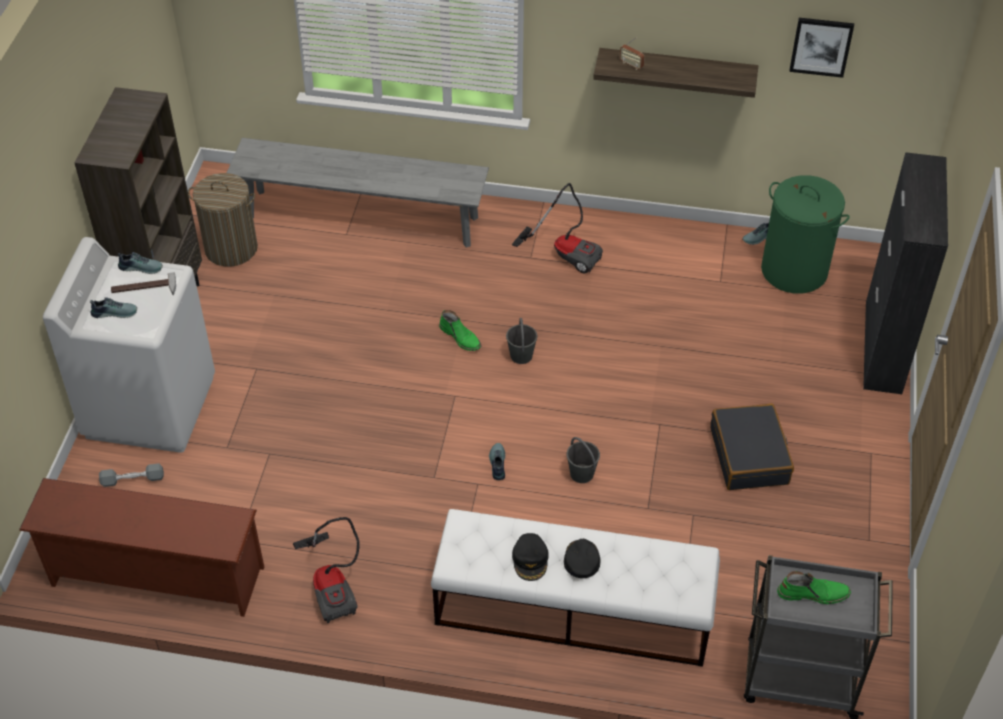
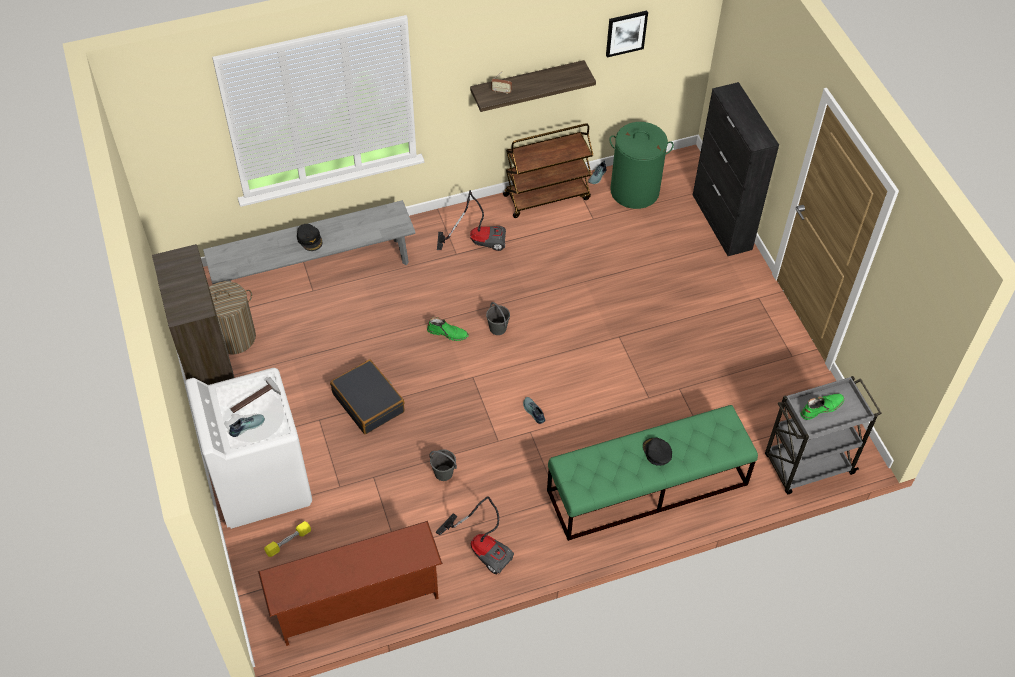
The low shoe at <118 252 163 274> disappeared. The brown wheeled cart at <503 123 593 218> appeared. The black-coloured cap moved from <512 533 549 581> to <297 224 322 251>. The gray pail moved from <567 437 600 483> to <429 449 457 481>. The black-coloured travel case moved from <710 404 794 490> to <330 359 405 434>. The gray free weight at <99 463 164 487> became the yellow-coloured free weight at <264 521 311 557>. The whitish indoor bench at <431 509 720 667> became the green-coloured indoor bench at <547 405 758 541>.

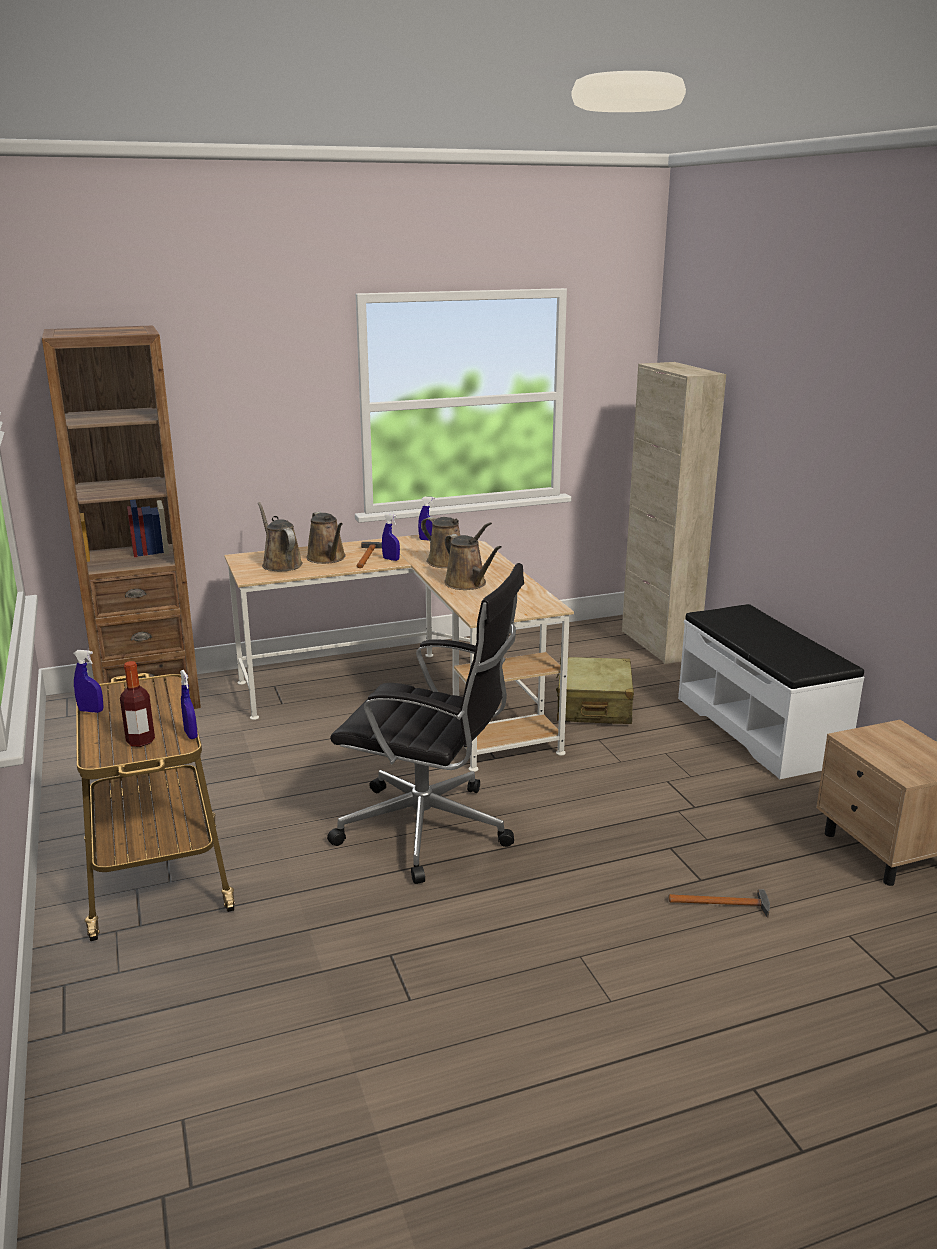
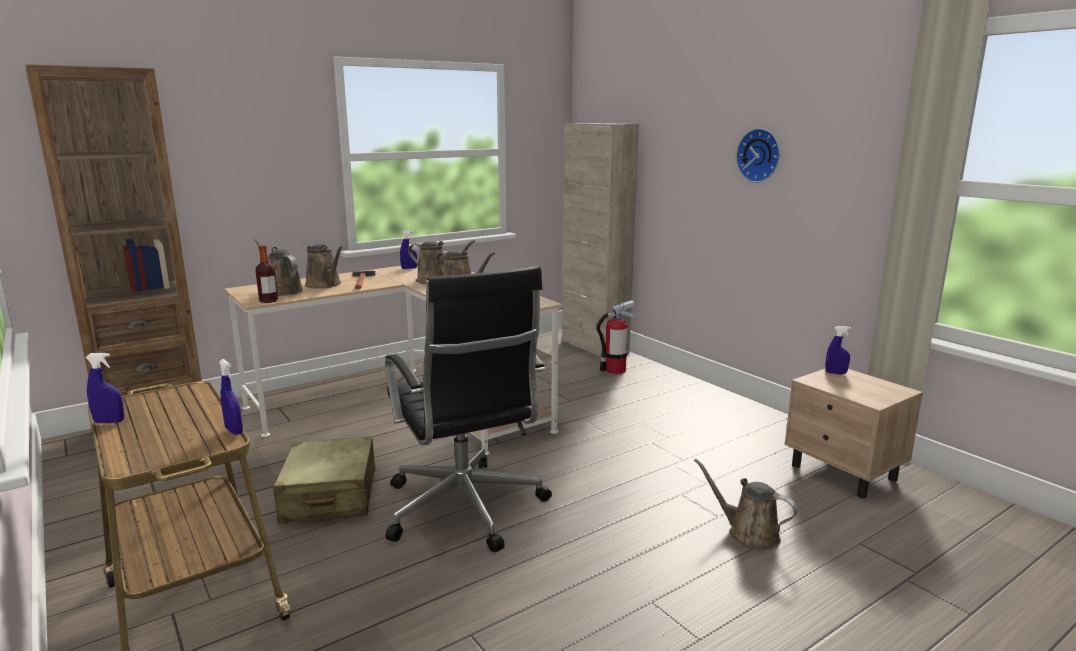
The whitish indoor bench at <678 604 864 779> disappeared. The fire extinguisher at <596 300 637 374> appeared. The hanging clock at <736 128 780 183> appeared. The drink bottle moved from <120 661 155 747> to <255 245 278 303>. The bluish sprayer moved from <382 514 400 561> to <825 326 851 375>. The beige travel case moved from <556 657 634 724> to <273 436 376 524>. The hammer at <669 889 770 918> was replaced by the brown sprinkling can at <694 458 798 550>. The black-coloured office chair at <327 563 524 884> turned 60 degrees clockwise.

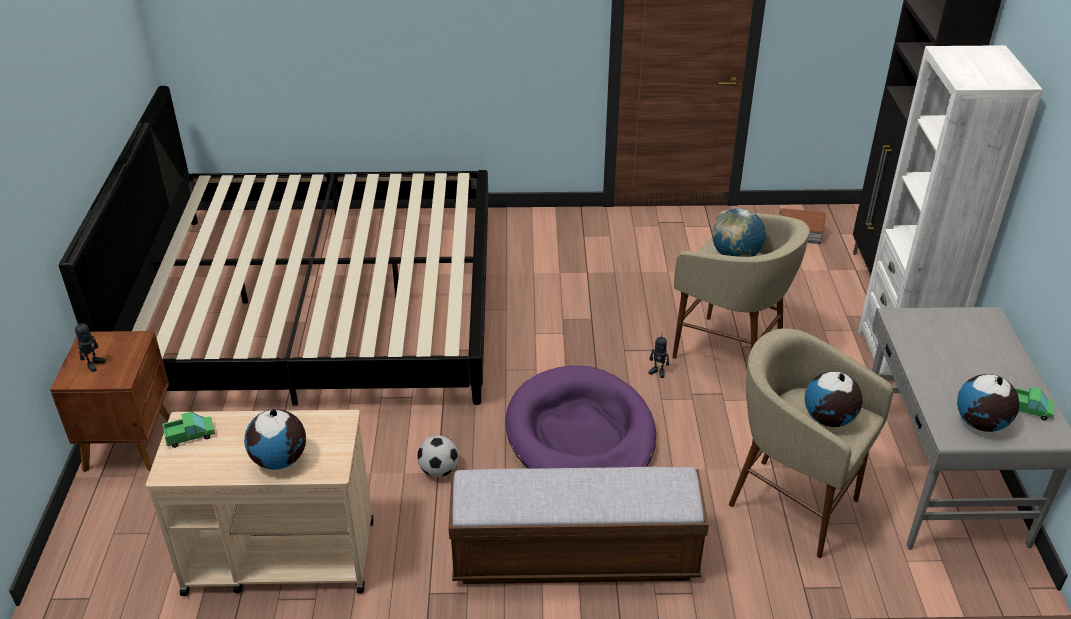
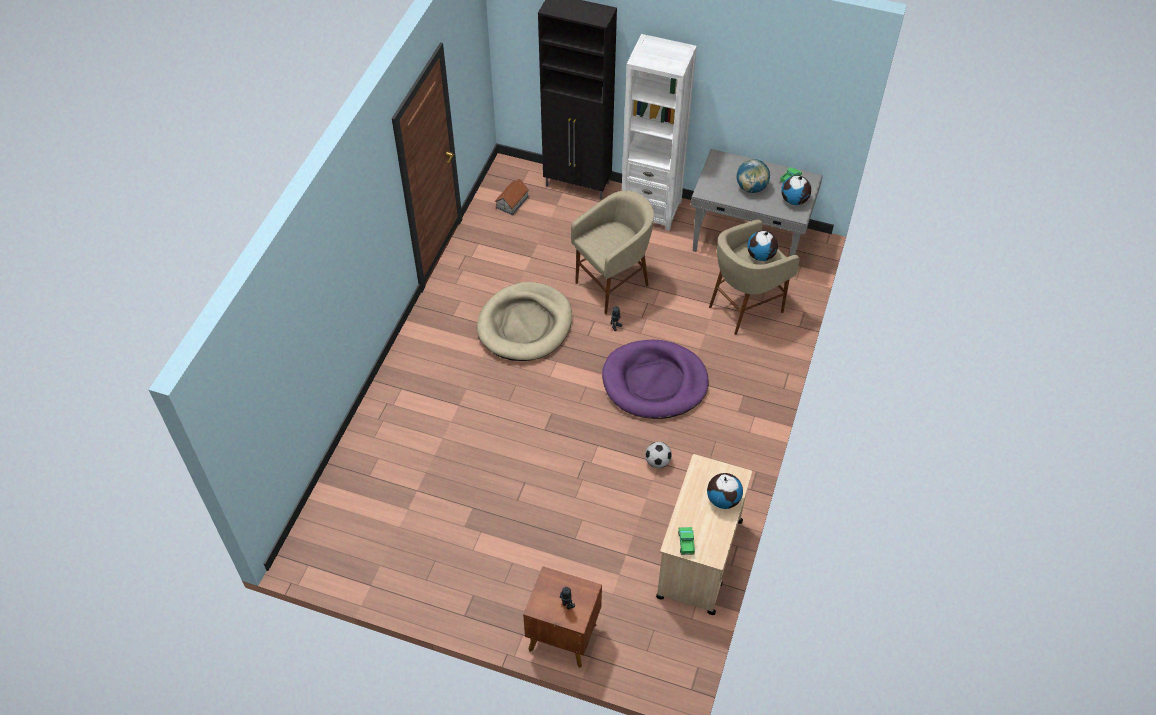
The bed at <59 86 488 406> disappeared. The indoor bench at <449 467 709 584> disappeared. The beige dog cushion at <477 282 572 361> appeared. The globe moved from <712 208 766 257> to <737 159 770 193>.

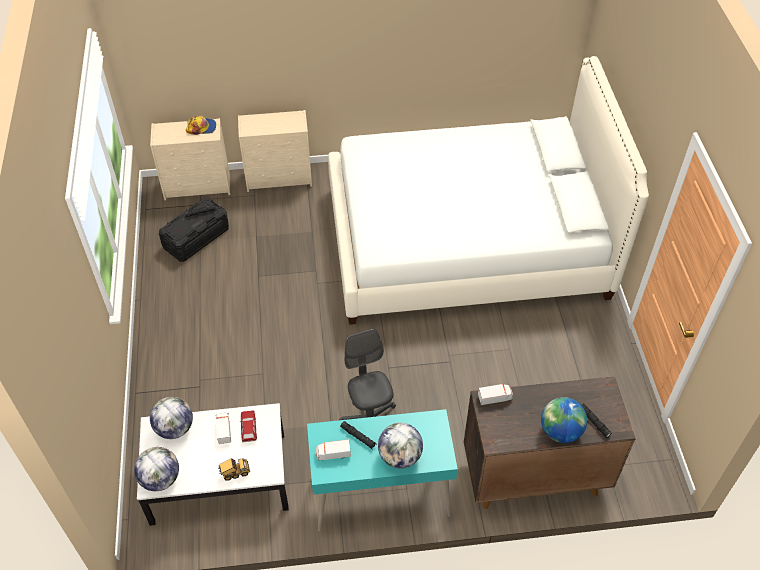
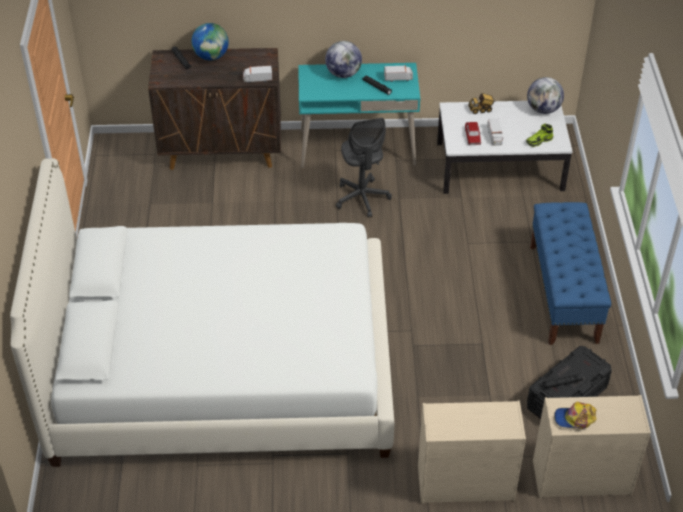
The bluish indoor bench at <530 202 611 345> appeared. The globe at <150 397 193 439> was replaced by the low shoe at <526 124 553 147>.

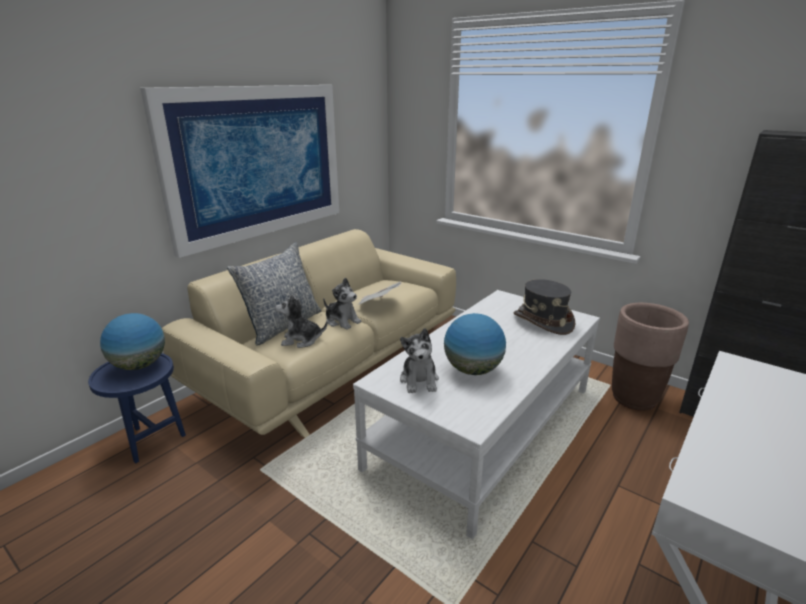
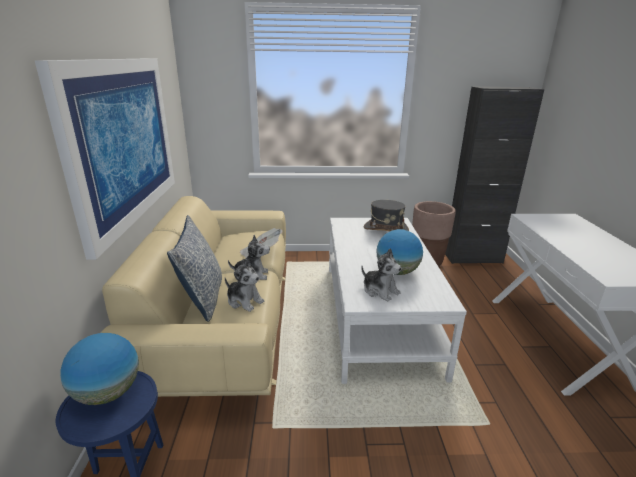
The cuddly toy at <275 293 327 348> turned 105 degrees counterclockwise.

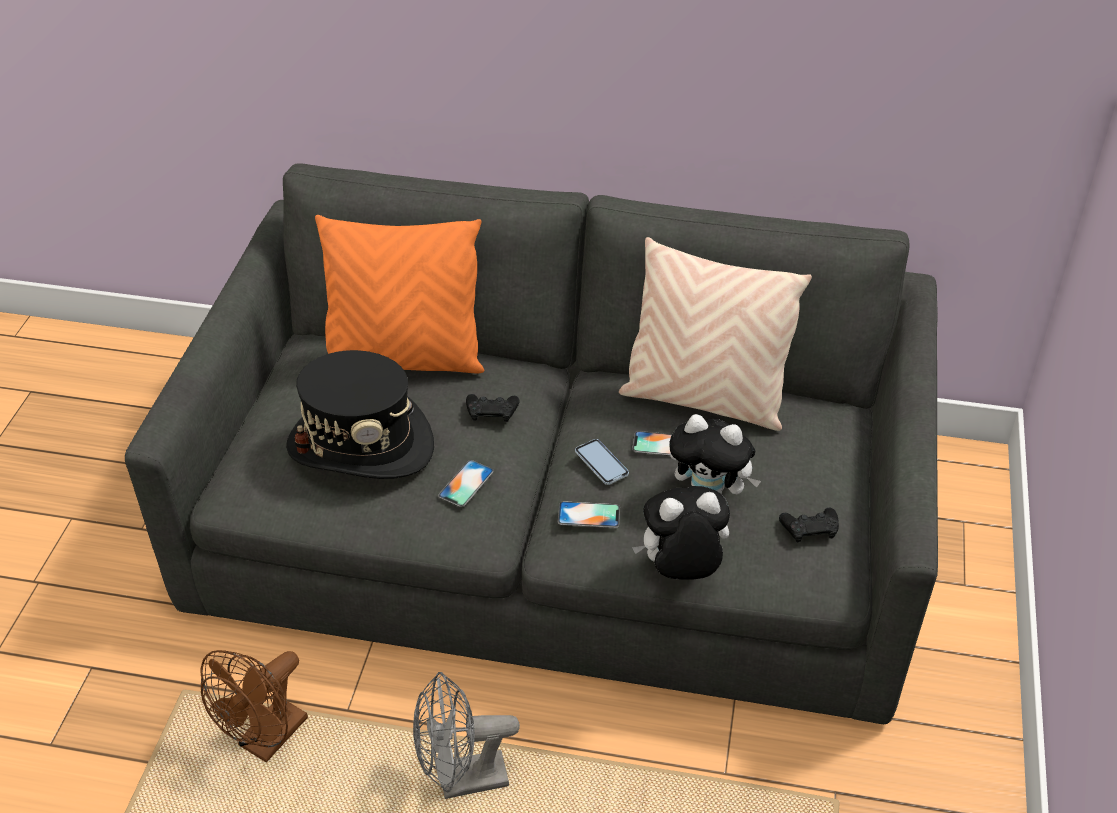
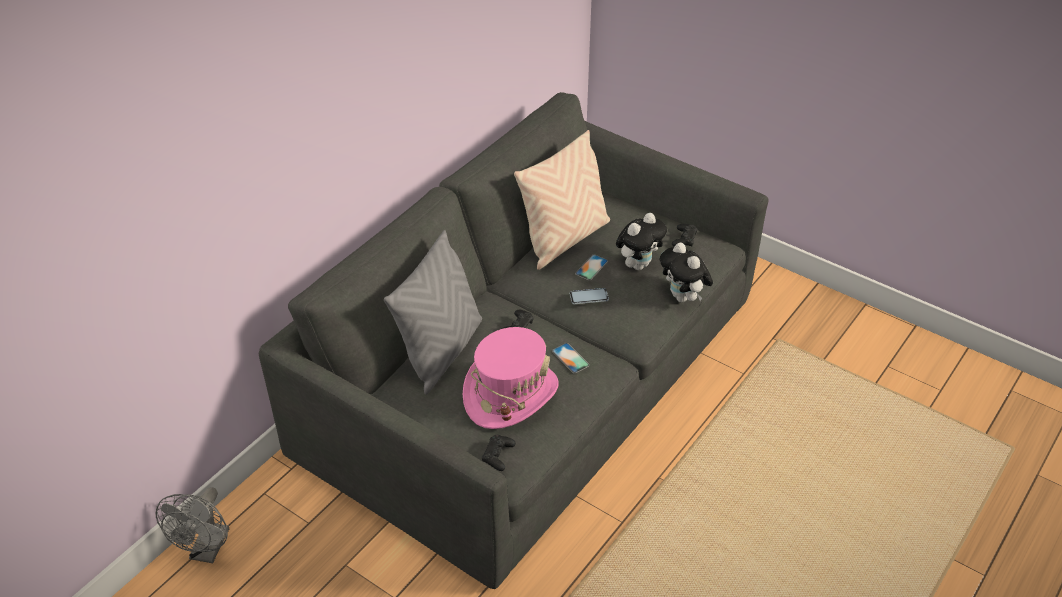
The brown electric fan at <201 650 308 763> disappeared. The phone at <558 501 620 528> disappeared. The black-coloured game controller at <482 435 516 471> appeared. The gray electric fan moved from <413 672 520 799> to <156 487 229 563>. The black-coloured wearable hat at <286 350 434 479> became the pinkish wearable hat at <463 327 559 429>. The orange throw pillow at <315 215 484 373> became the gray throw pillow at <384 230 482 395>. The cuddly toy at <632 486 730 580> turned 45 degrees counterclockwise.

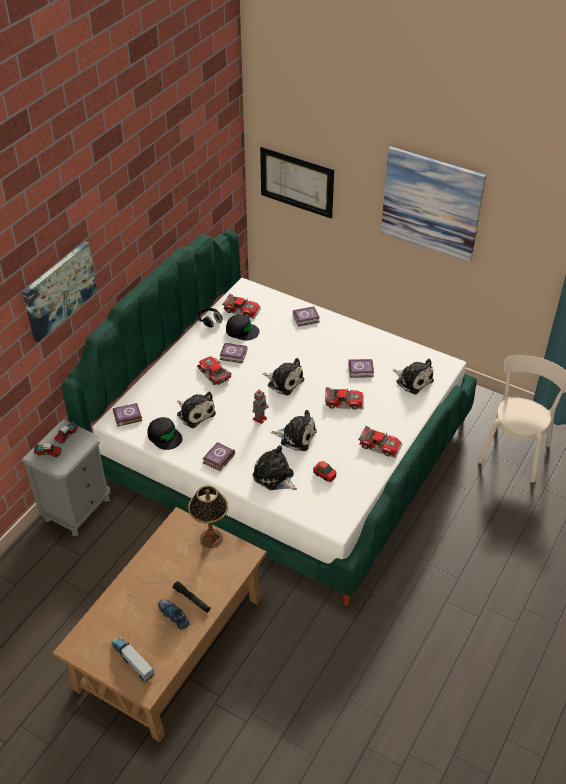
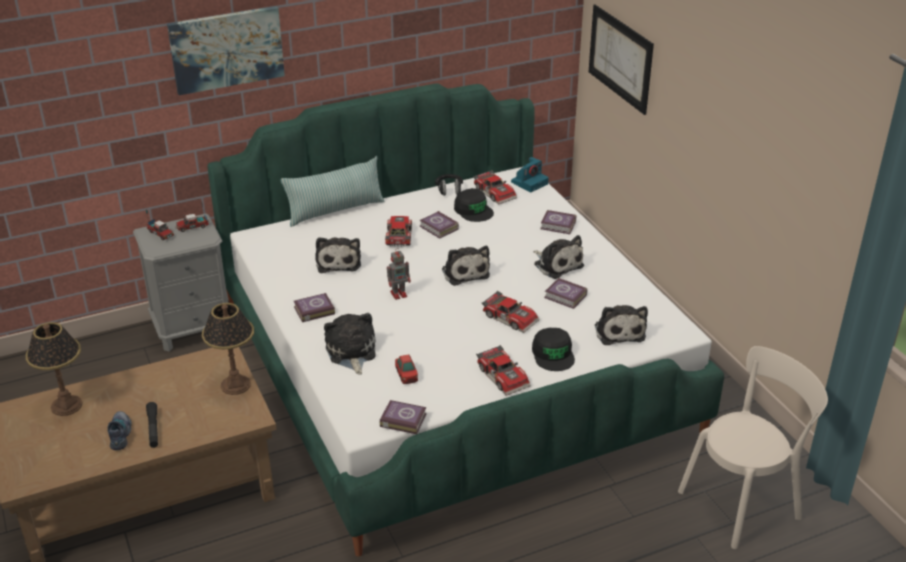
The toy truck at <111 638 154 682> disappeared. The picture at <381 146 486 263> disappeared. The table lamp at <26 322 83 416> appeared. The throw pillow at <281 155 385 227> appeared. The still camera at <511 157 549 193> appeared. The volume moved from <113 403 142 427> to <380 400 427 434>. The black-coloured cap moved from <148 417 182 450> to <532 328 575 371>. The cuddly toy moved from <271 410 317 451> to <533 235 584 279>.

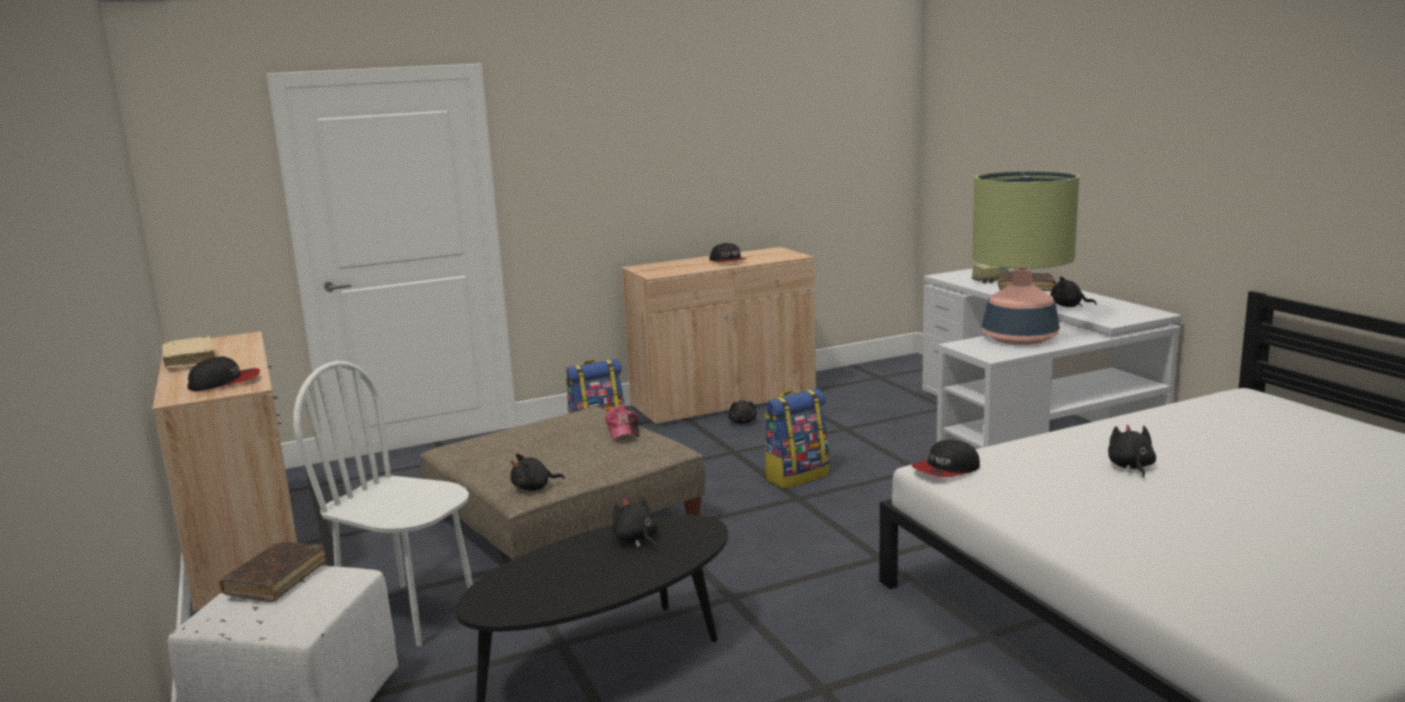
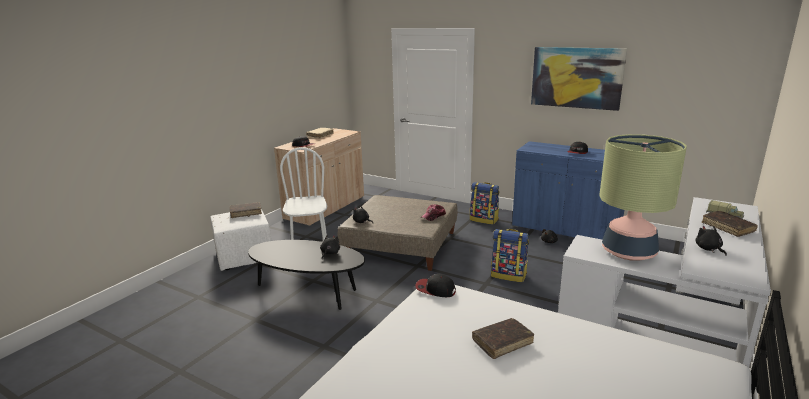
The picture at <531 47 627 111> appeared. The black-coloured cuddly toy at <1108 425 1156 478> was replaced by the brown volume at <472 318 534 359>. The beige cupboard at <621 247 816 426> became the bluish cupboard at <512 141 624 240>.

